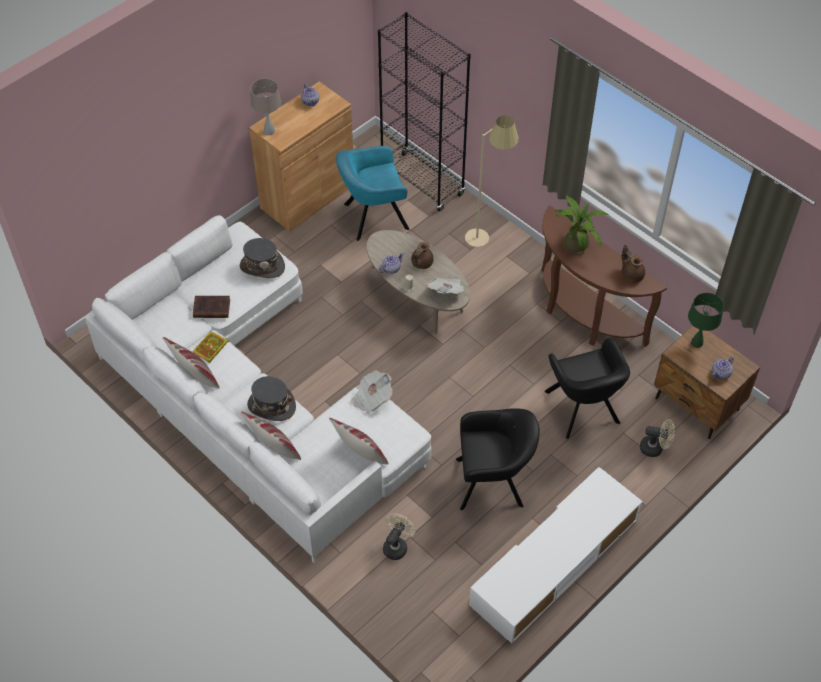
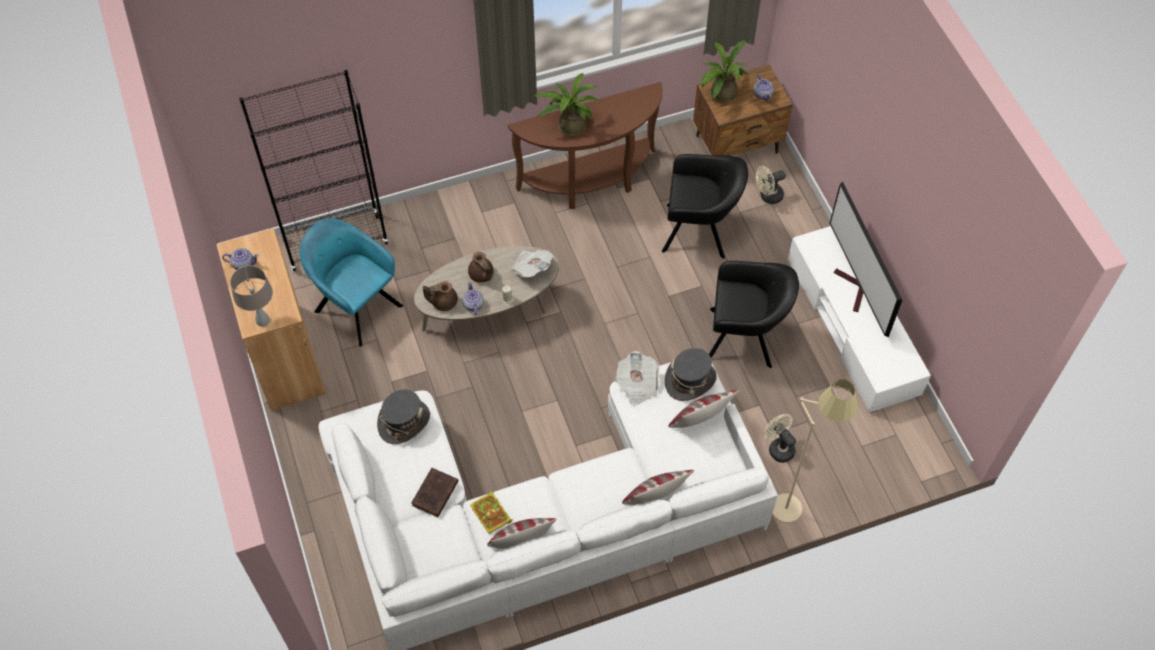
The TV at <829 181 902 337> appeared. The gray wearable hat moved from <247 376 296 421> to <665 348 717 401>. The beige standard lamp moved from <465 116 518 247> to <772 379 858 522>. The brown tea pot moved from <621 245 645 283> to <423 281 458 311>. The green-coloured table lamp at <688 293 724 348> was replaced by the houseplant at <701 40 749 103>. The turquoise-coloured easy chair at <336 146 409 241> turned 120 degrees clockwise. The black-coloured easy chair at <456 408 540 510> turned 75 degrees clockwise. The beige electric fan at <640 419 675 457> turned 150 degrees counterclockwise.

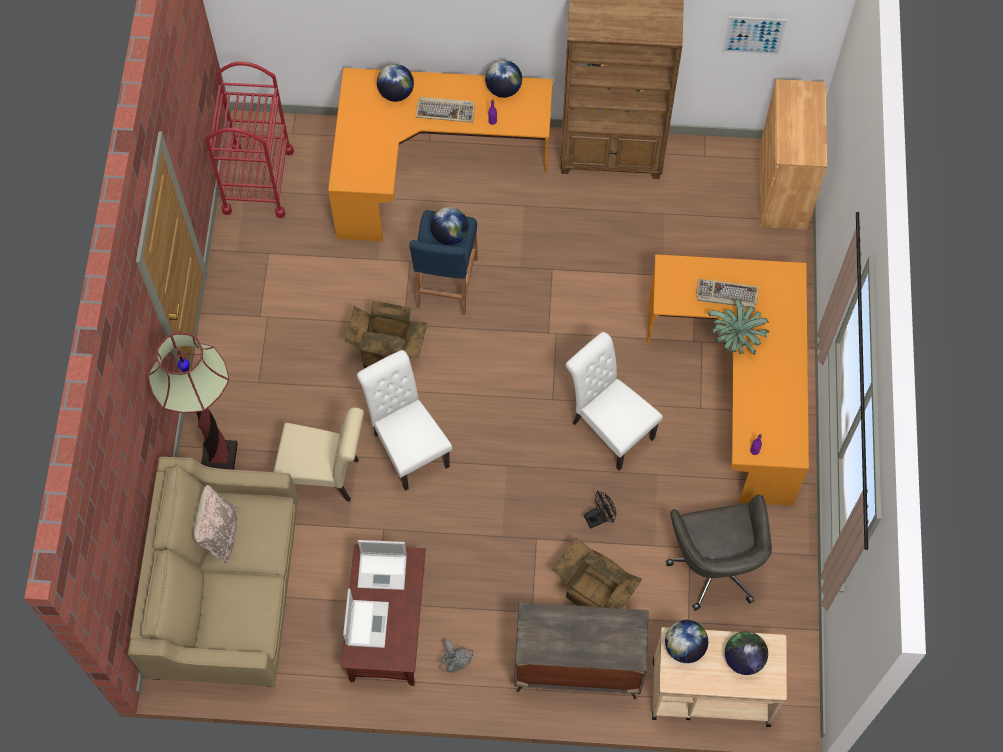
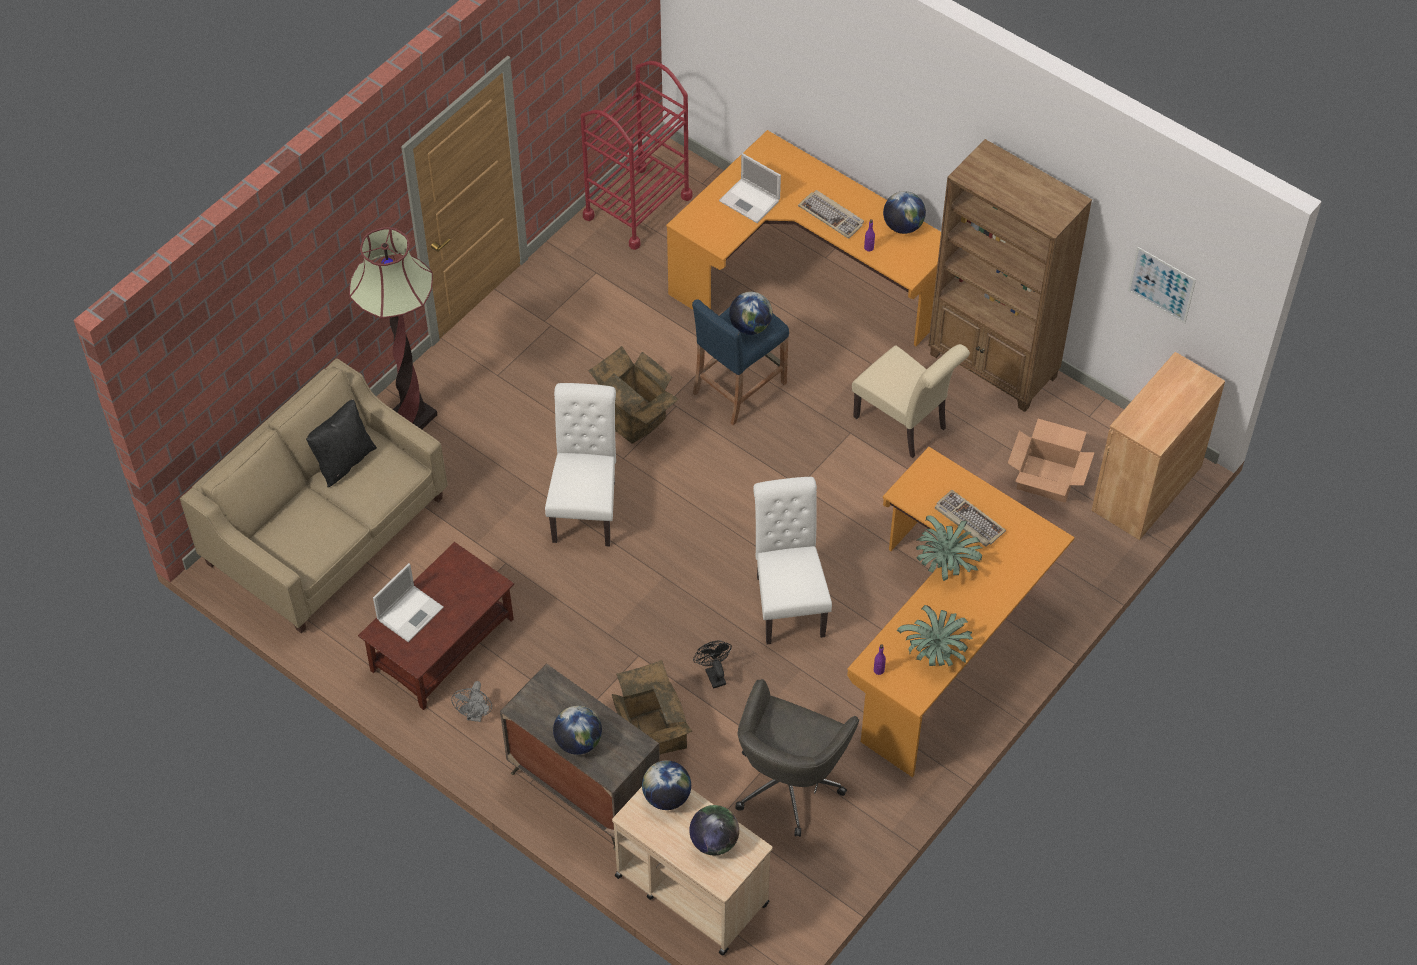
The houseplant at <897 605 973 666> appeared. The cardboard box at <1008 419 1095 503> appeared. The beige plain chair moved from <274 407 364 502> to <852 344 970 458>. The notebook computer moved from <358 540 407 590> to <719 153 781 223>. The globe moved from <377 64 414 102> to <553 706 602 755>. The beige throw pillow at <193 485 238 564> became the black-coloured throw pillow at <306 399 377 487>. The black-coloured electric fan at <584 491 616 529> turned 120 degrees counterclockwise.

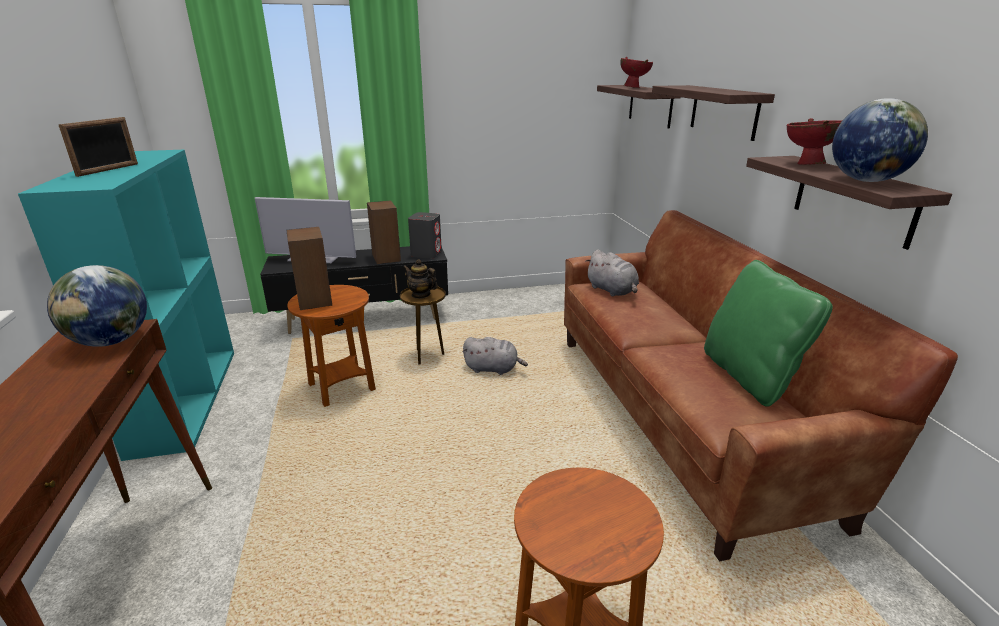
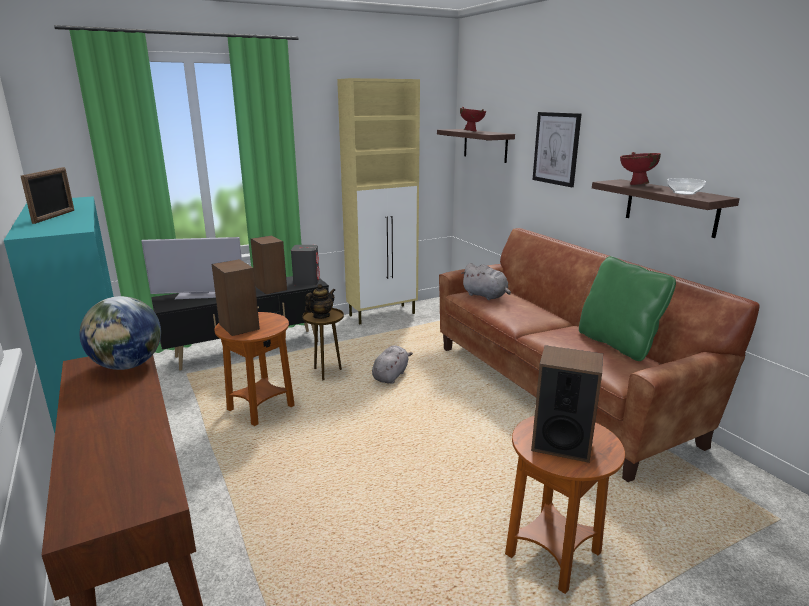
The beige cupboard at <337 78 420 325> appeared. The audio speaker at <531 345 603 463> appeared. The wall shelf at <652 85 775 141> was replaced by the picture at <533 112 581 187>. The globe at <832 98 928 182> was replaced by the deep dish at <667 178 706 195>. The tea pot at <403 259 438 299> turned 120 degrees clockwise. The gray cuddly toy at <462 337 528 375> turned 60 degrees counterclockwise.

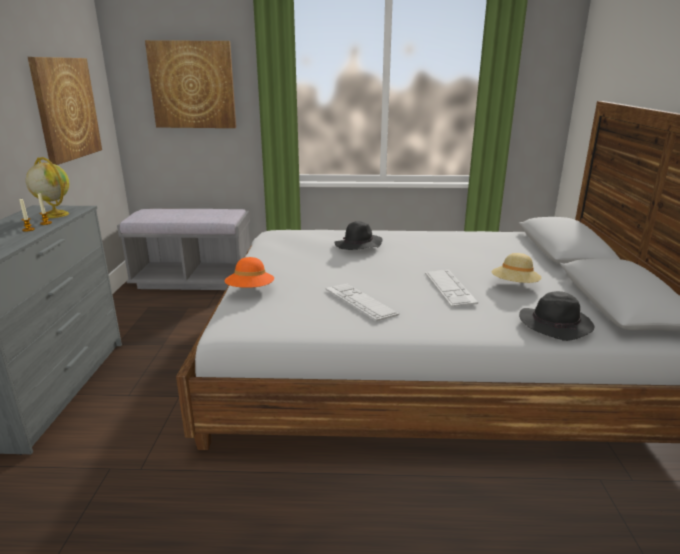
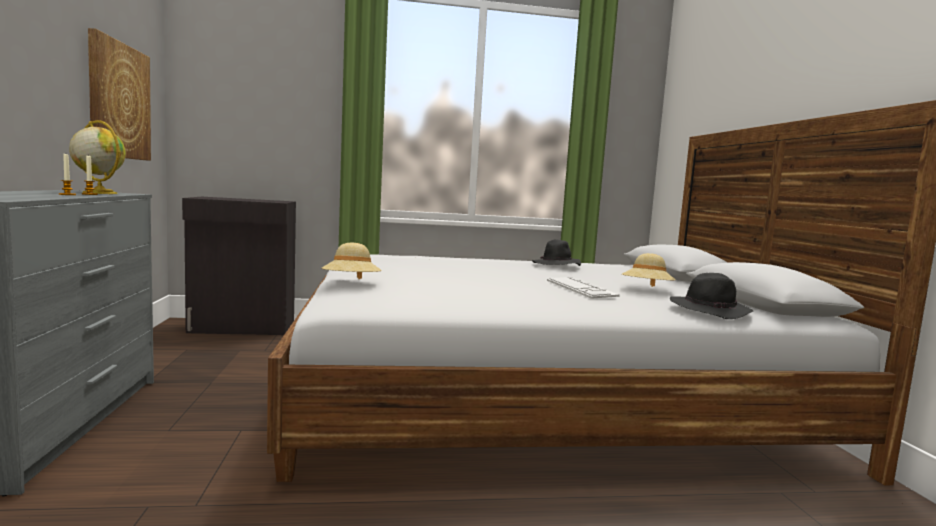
The picture at <145 40 236 128> disappeared. The PC keyboard at <325 284 399 321> disappeared. The black-coloured wearable hat moved from <335 221 382 250> to <532 239 581 266>. The gray indoor bench at <117 209 250 290> was replaced by the black-coloured cupboard at <182 197 296 335>. The orange wearable hat at <225 257 274 288> became the beige wearable hat at <322 243 381 279>.

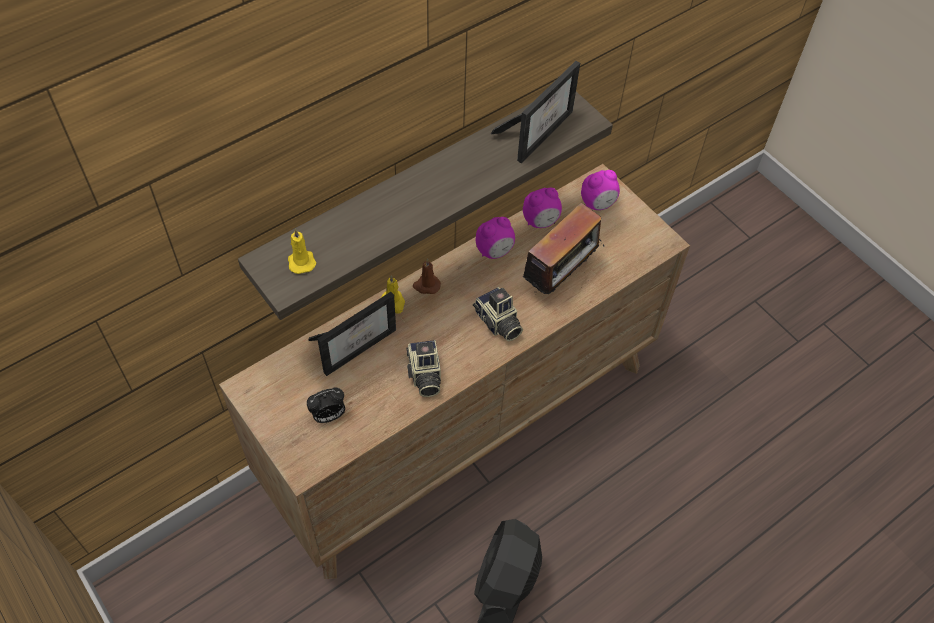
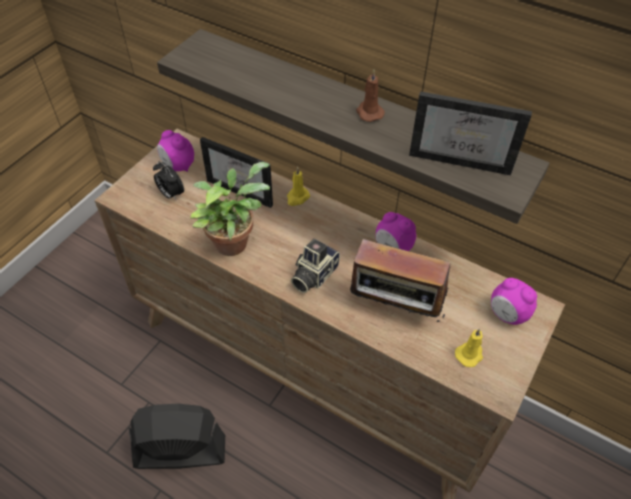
The yellow-coloured wax light moved from <288 228 316 274> to <455 329 483 367>. The brown wax light moved from <412 259 441 294> to <356 70 385 122>. The alarm clock moved from <523 188 562 228> to <157 130 194 172>. The still camera at <406 340 441 397> was replaced by the houseplant at <190 162 270 256>.

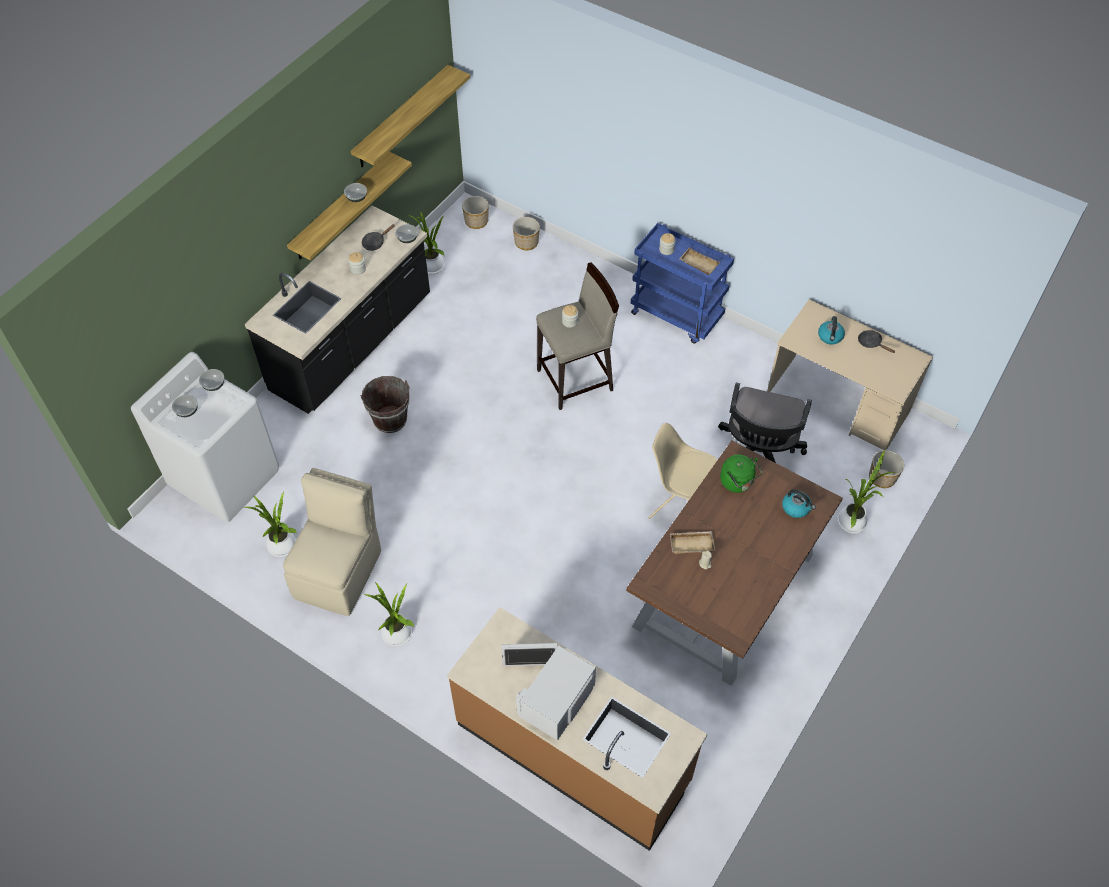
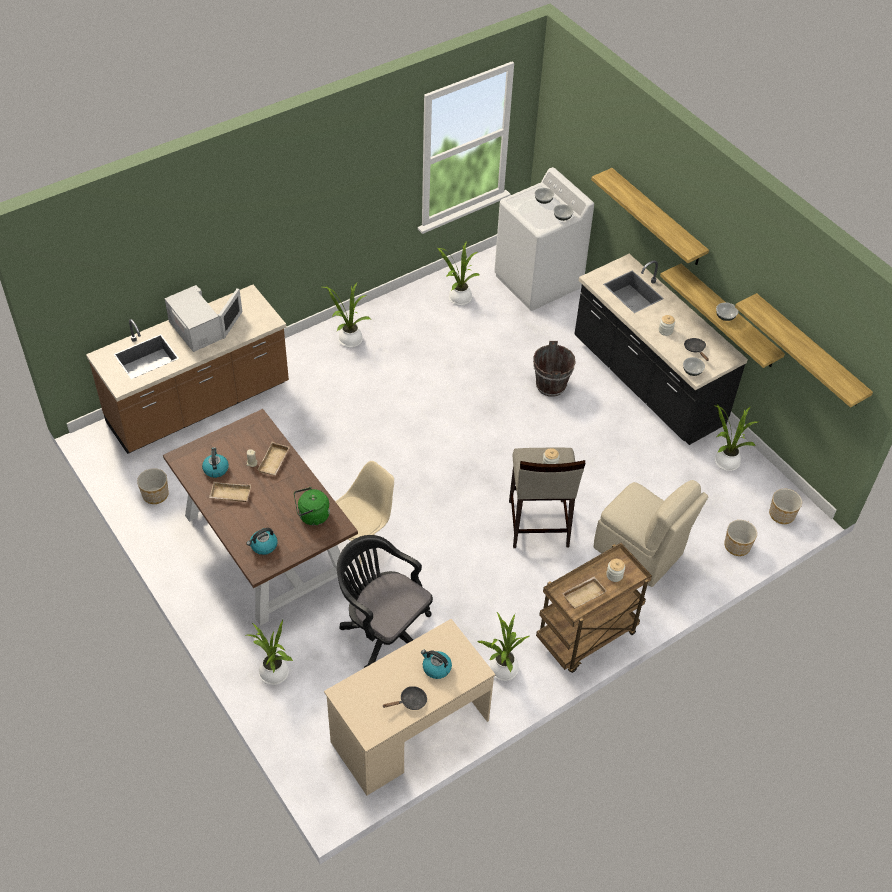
The tea kettle at <202 447 229 478> appeared. The beige serving tray at <209 482 251 502> appeared. The houseplant at <477 612 530 681> appeared. The wall shelf at <591 168 709 265> appeared. The beige plain chair moved from <283 468 381 616> to <594 480 708 587>. The plant pot moved from <869 450 904 488> to <137 468 169 504>. The bluish wheeled cart at <631 223 734 344> became the brown wheeled cart at <536 543 652 673>.

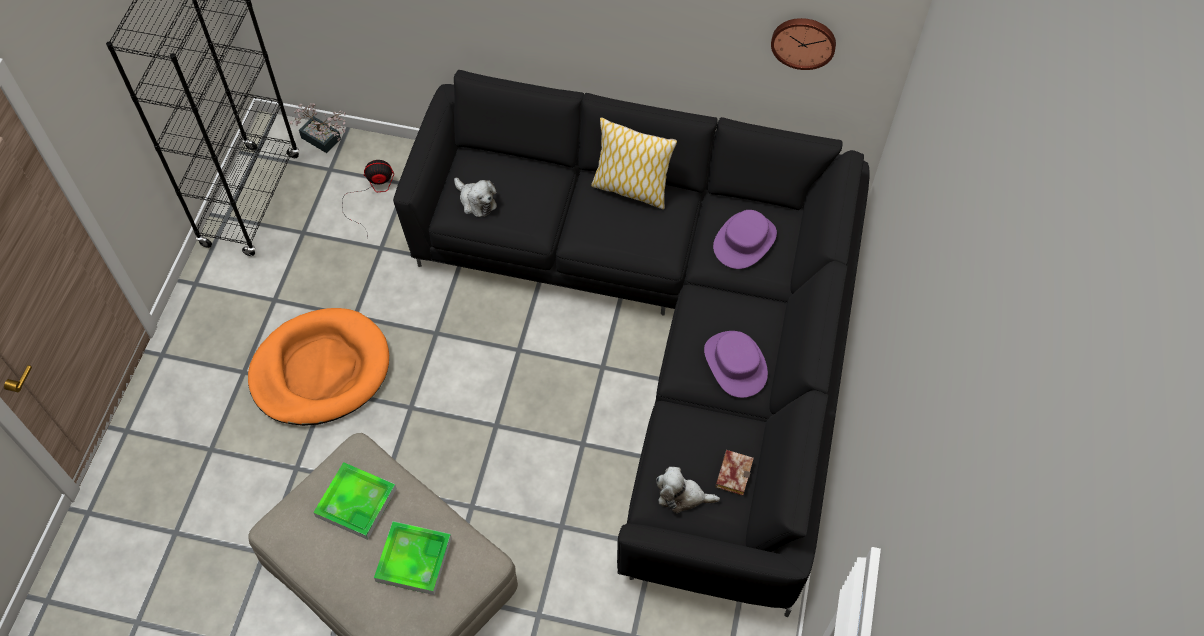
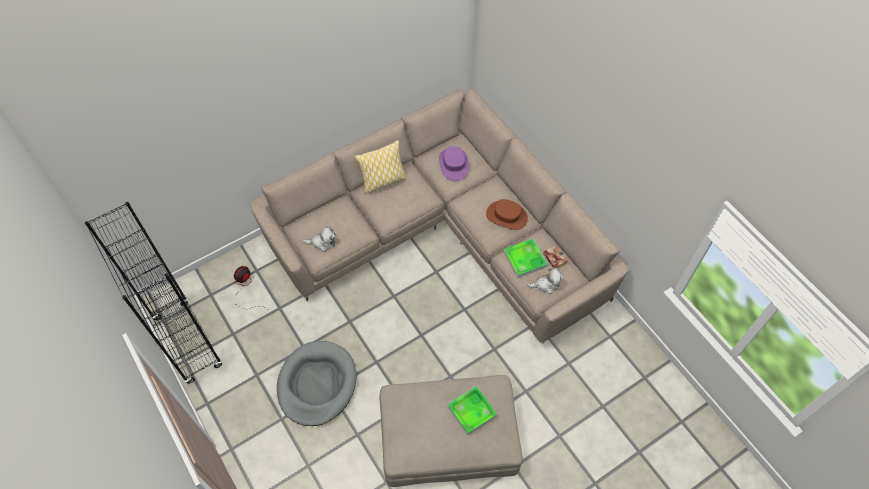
The houseplant at <289 103 346 153> disappeared. The hanging clock at <771 18 836 70> disappeared. The serving tray moved from <313 462 397 540> to <504 239 547 278>. The orange dog cushion at <248 308 389 426> became the gray dog cushion at <277 341 357 426>. The black-coloured sofa at <393 70 870 617> became the beige sofa at <250 88 628 344>. The purple-coloured wearable hat at <704 331 768 398> became the brown wearable hat at <486 199 528 230>. The cuddly toy at <656 467 720 513> turned 150 degrees counterclockwise.

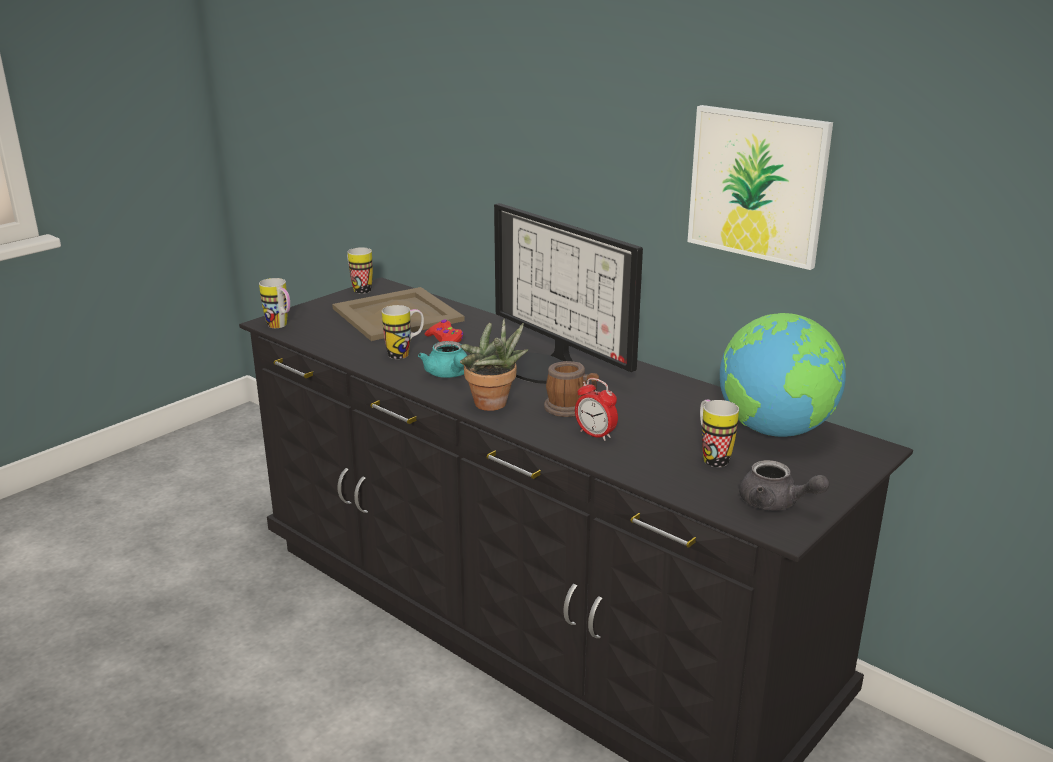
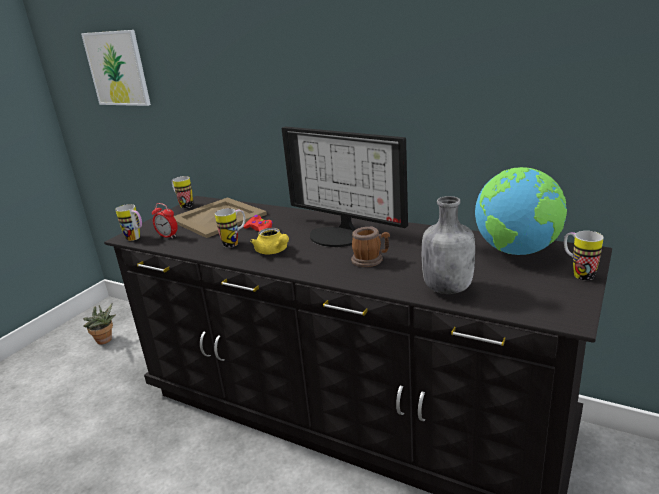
The gray tea pot at <739 460 829 511> disappeared. The gray drink bottle at <422 196 475 294> appeared. The houseplant moved from <460 319 528 411> to <83 303 116 345>. The alarm clock moved from <575 378 618 441> to <152 203 178 239>. The picture moved from <688 105 833 270> to <81 30 151 106>. The tea mug moved from <700 400 739 467> to <564 231 604 280>. The turquoise-coloured tea pot at <418 341 467 378> became the yellow-coloured tea pot at <250 228 289 255>.

